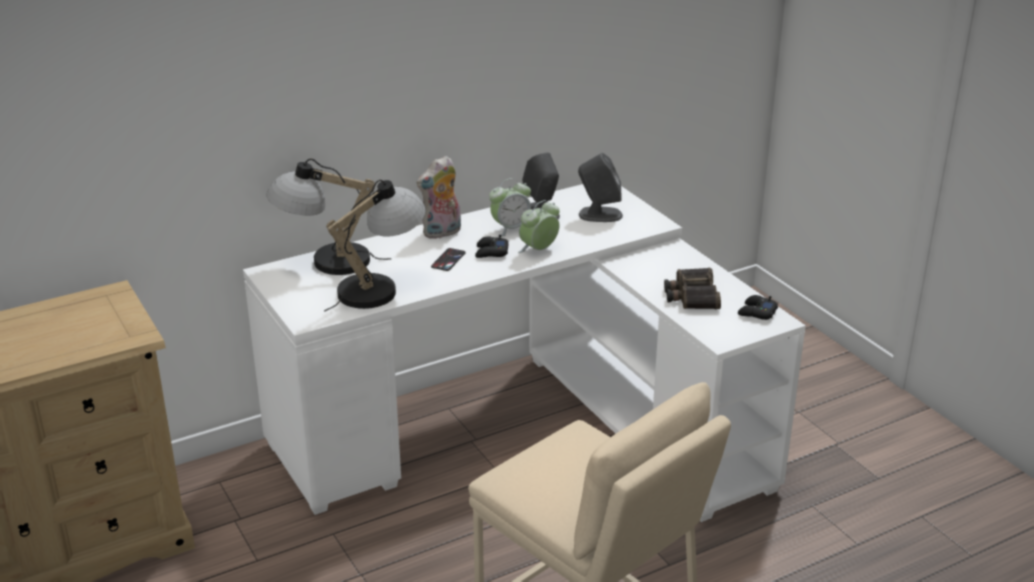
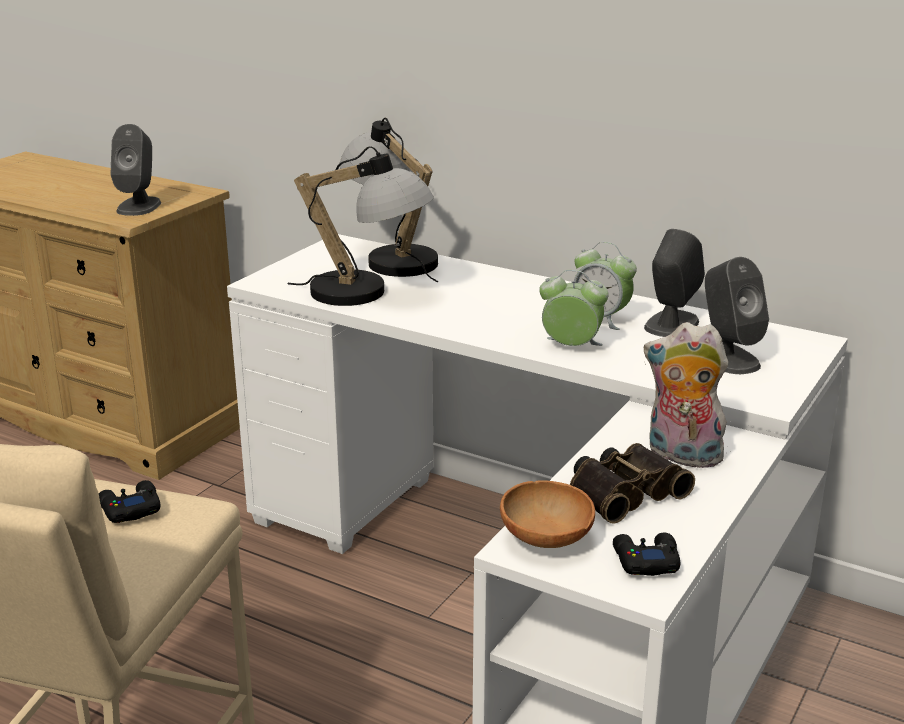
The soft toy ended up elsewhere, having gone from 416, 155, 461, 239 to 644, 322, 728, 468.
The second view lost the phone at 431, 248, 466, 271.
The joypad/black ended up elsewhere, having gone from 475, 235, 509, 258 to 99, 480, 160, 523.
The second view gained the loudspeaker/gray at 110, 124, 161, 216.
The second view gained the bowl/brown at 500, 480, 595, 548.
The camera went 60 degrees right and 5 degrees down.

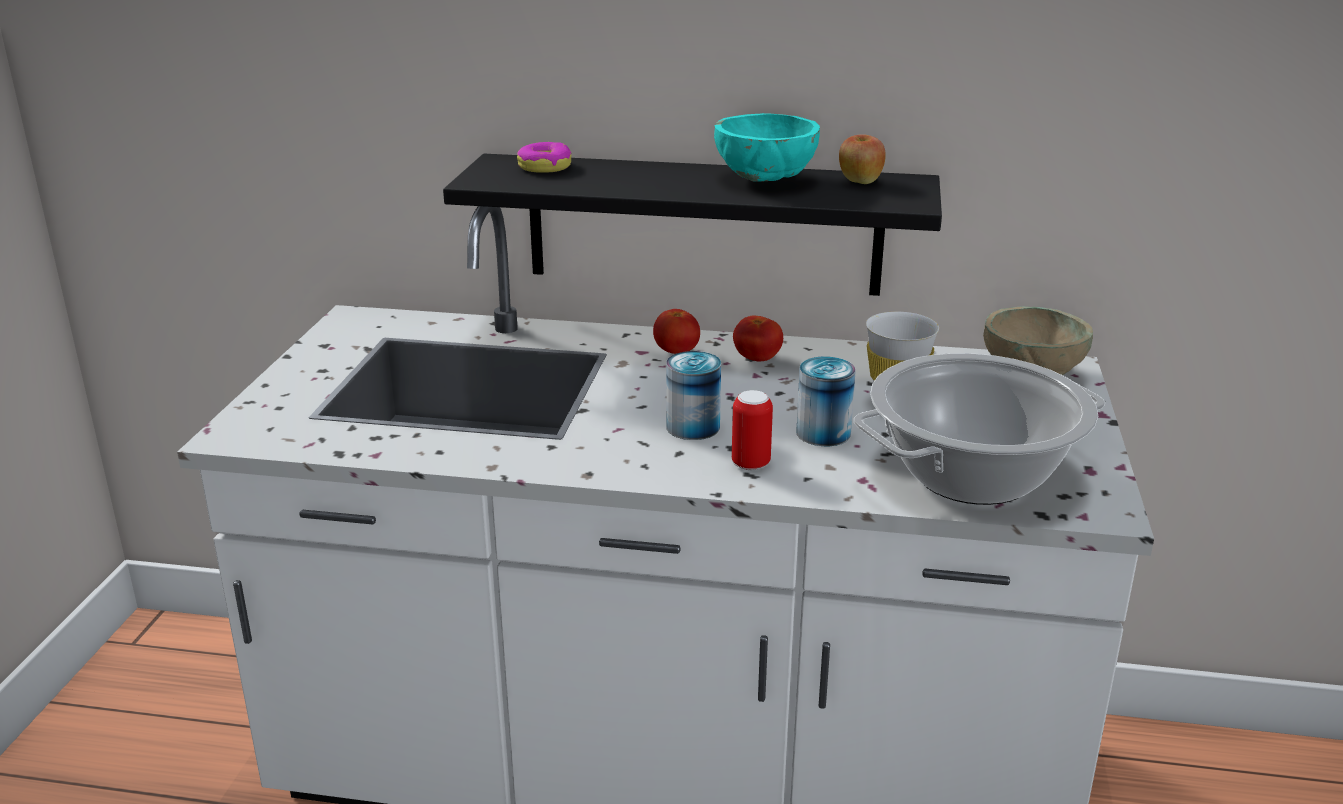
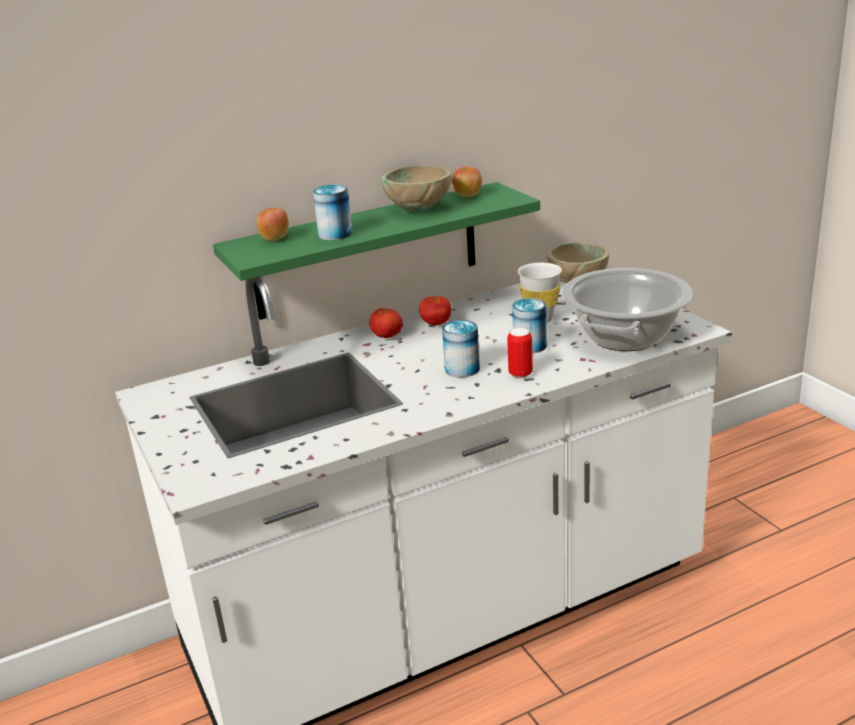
What was the bracket shelf/black at 443, 154, 942, 296 turned into the bracket shelf/green at 213, 182, 540, 320.
Where the donut stood at 517, 142, 572, 173, the apple came to stand at 257, 208, 289, 242.
What was the bowl/turquoise at 714, 113, 820, 182 turned into the bowl/beige-coloured at 381, 166, 452, 211.
The second view gained the can at 313, 185, 353, 240.
The camera went 35 degrees left and 0 degrees up.

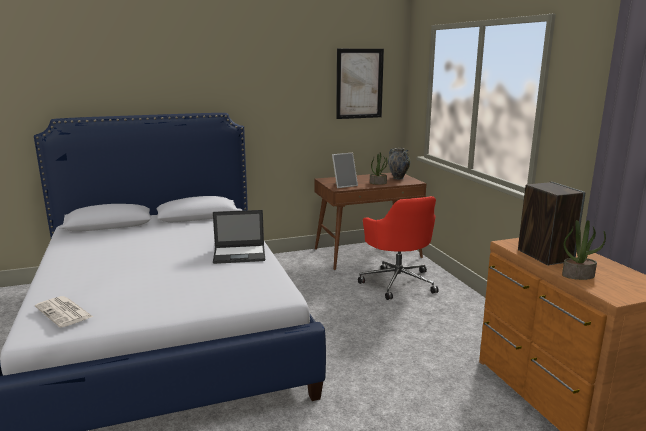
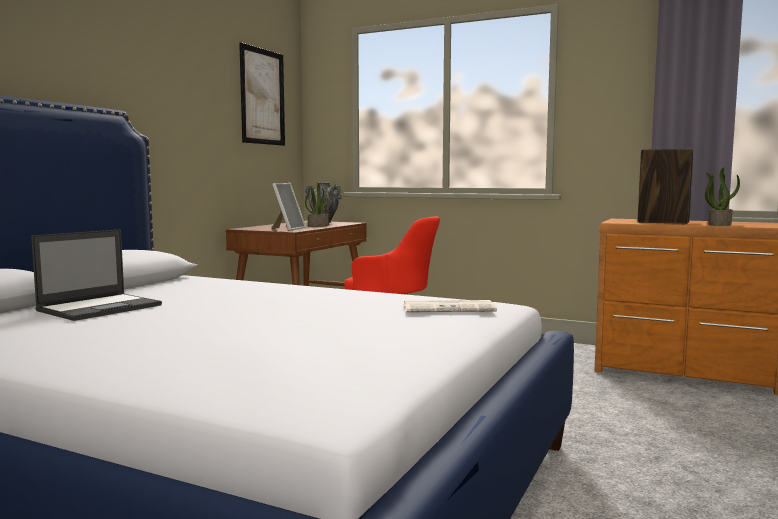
The printed paper ended up elsewhere, having gone from 35, 296, 93, 327 to 404, 300, 497, 312.
The portable computer ended up elsewhere, having gone from 213, 210, 265, 264 to 31, 229, 162, 321.
The camera went 45 degrees left and 10 degrees down.

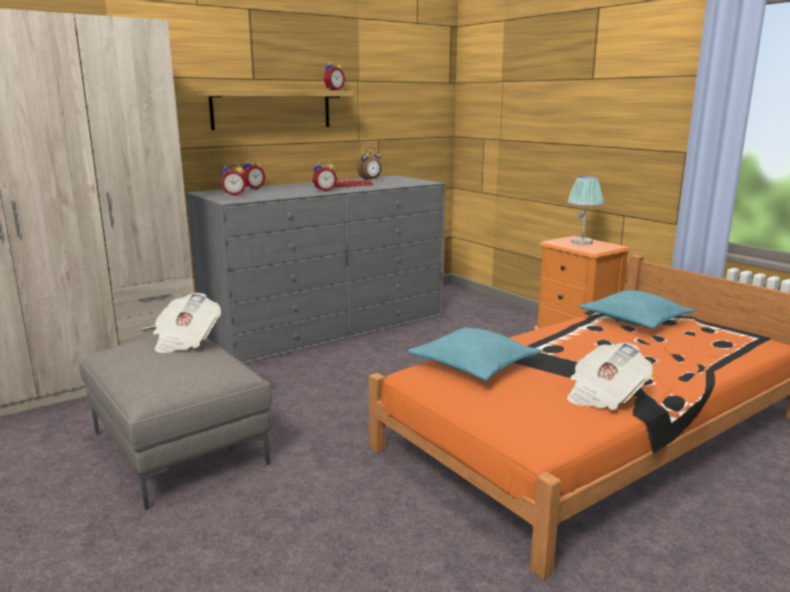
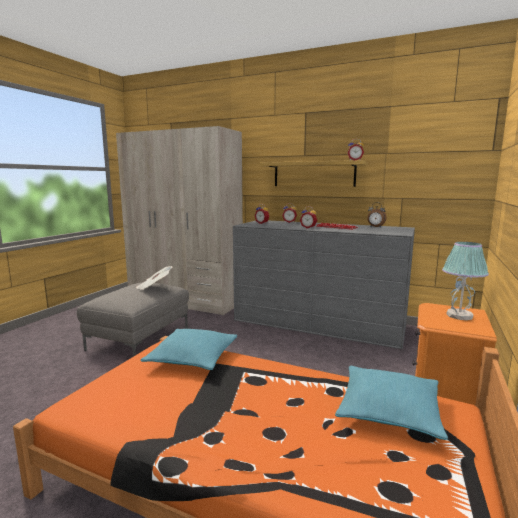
The second view lost the printed paper at 567, 343, 653, 410.
The camera went 60 degrees right and 5 degrees down.

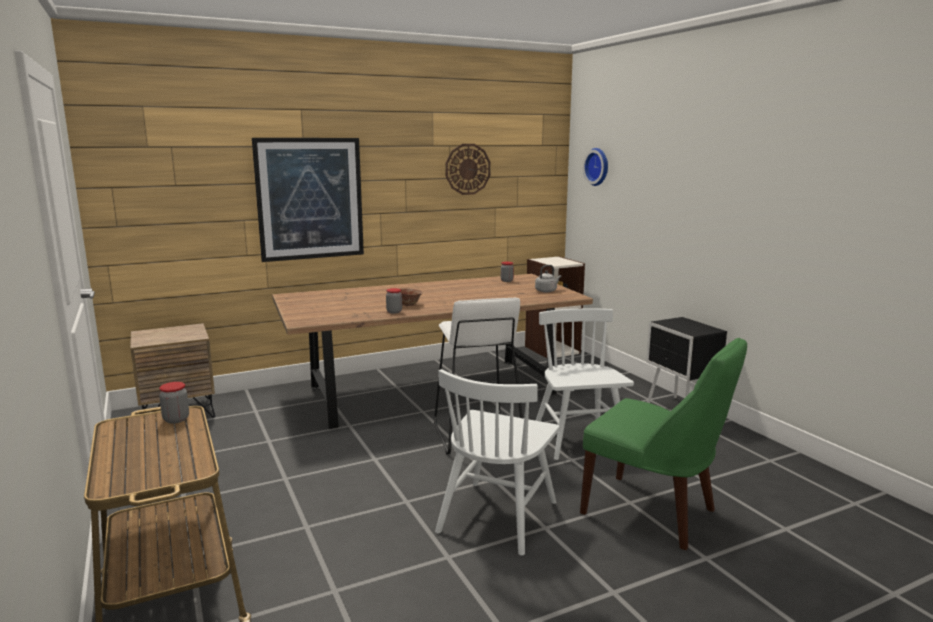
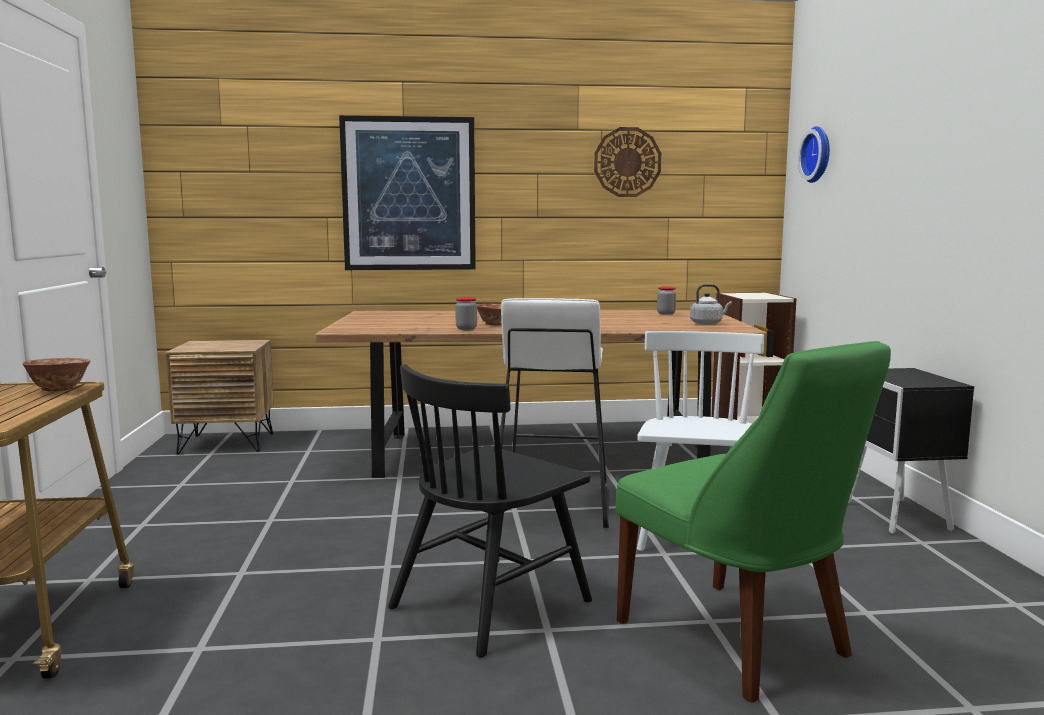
Where the storage jar stood at 159, 382, 189, 423, the bowl came to stand at 22, 358, 90, 391.
What was the plain chair/white at 435, 369, 560, 556 turned into the plain chair/black at 388, 364, 592, 657.
The camera went 20 degrees right and 5 degrees down.

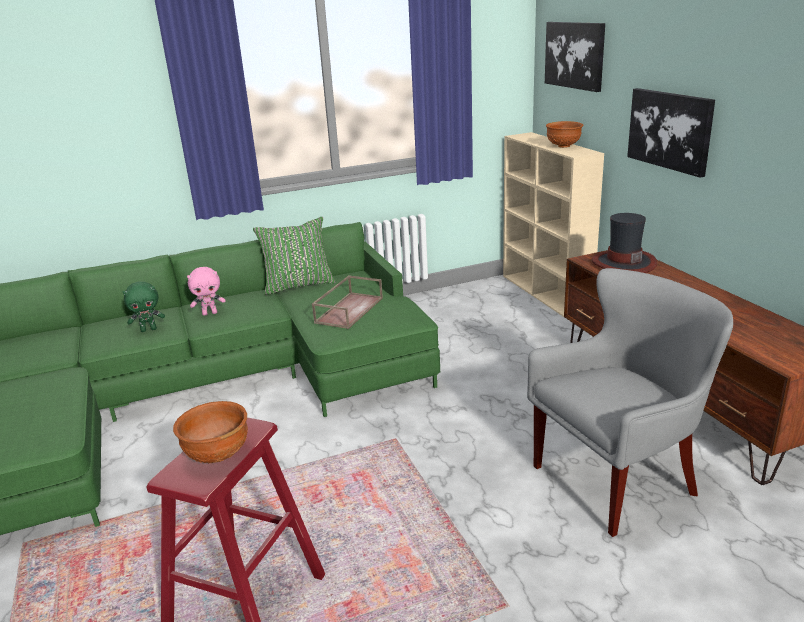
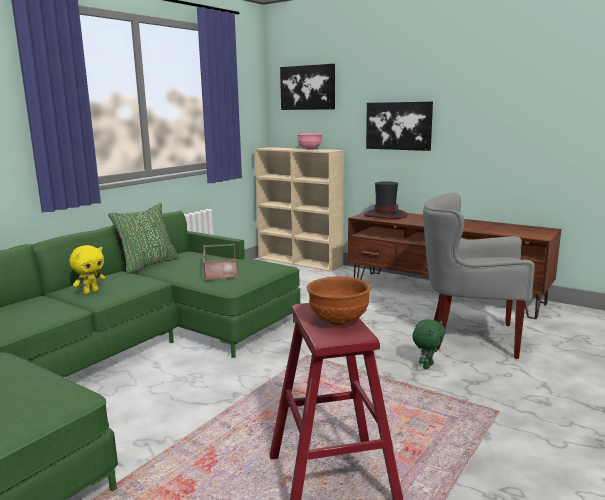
The soft toy/green ended up elsewhere, having gone from 123, 281, 165, 332 to 412, 319, 445, 369.
What was the soft toy/pinkish at 187, 267, 225, 316 turned into the soft toy/yellow at 69, 245, 106, 294.
The armchair/gray at 527, 268, 733, 537 ended up facing another way, 105 degrees counterclockwise from before.
What was the bowl/brown at 546, 121, 583, 148 turned into the bowl/pinkish at 297, 133, 323, 150.
The camera went 35 degrees left and 10 degrees down.

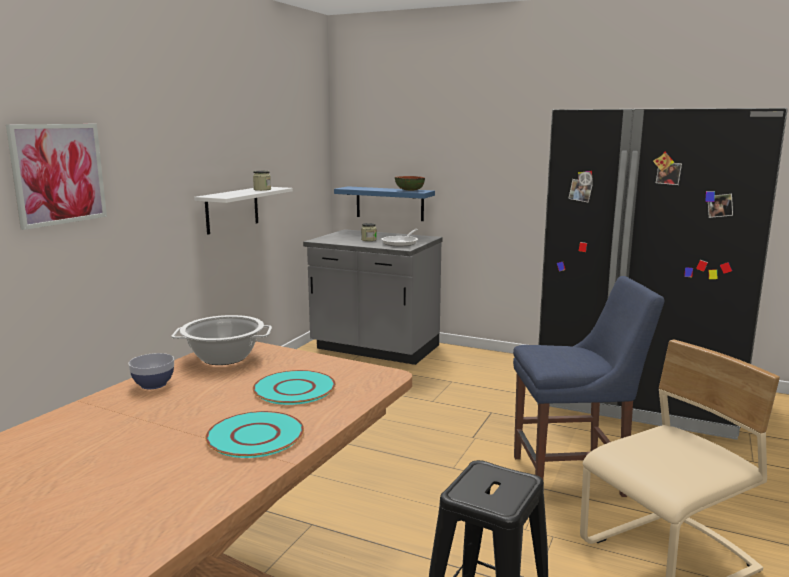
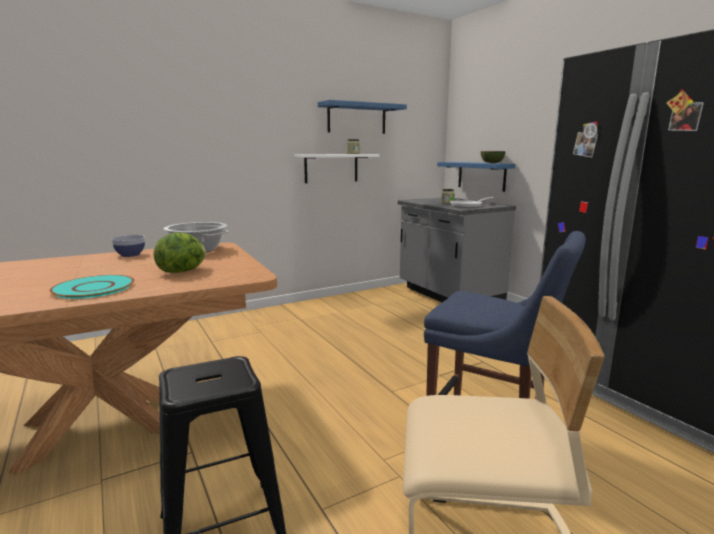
The second view lost the wall picture at 6, 124, 107, 230.
Where the flat dish/turquoise stood at 253, 370, 336, 405, the head of lettuce came to stand at 154, 232, 206, 273.
The second view gained the bracket shelf/blue at 318, 100, 407, 134.
The camera went 35 degrees right and 0 degrees up.

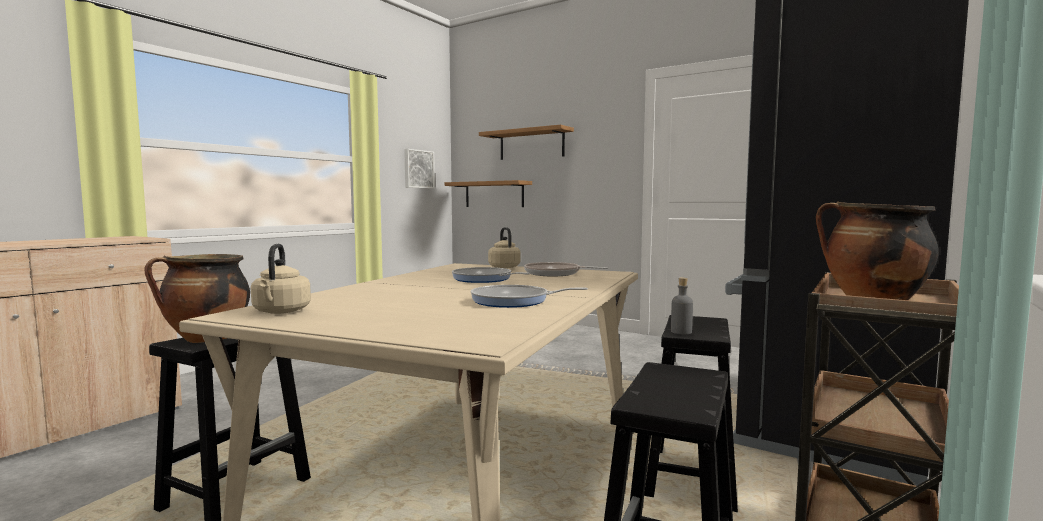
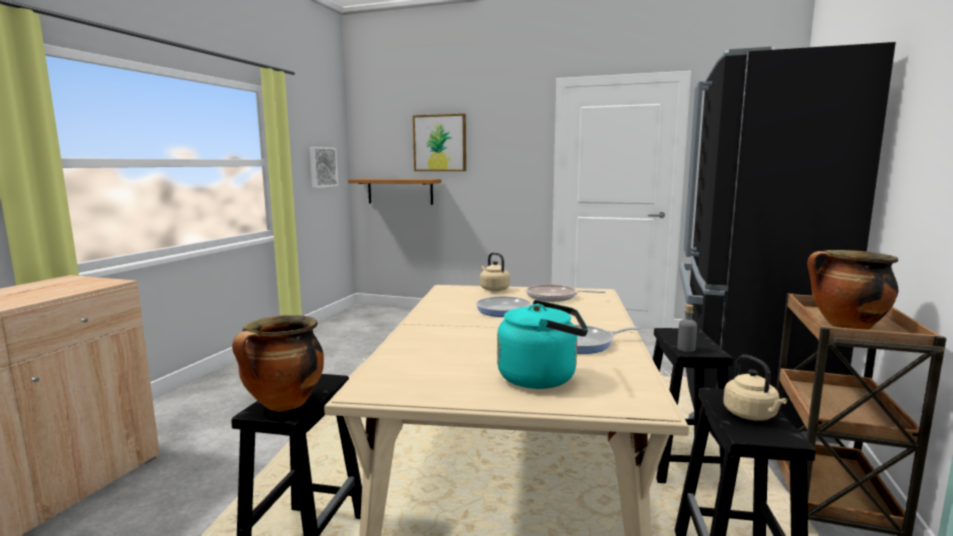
The tea kettle/beige-coloured ended up elsewhere, having gone from 251, 244, 311, 314 to 723, 355, 787, 421.
Where the bracket shelf hung at 479, 125, 574, 160, the wall picture came to hang at 413, 114, 466, 171.
The second view gained the tea kettle/turquoise at 497, 300, 588, 389.
The camera went 15 degrees left and 5 degrees up.

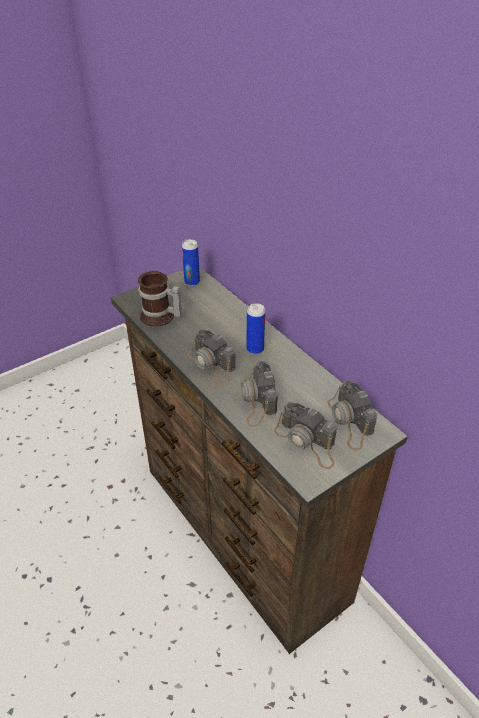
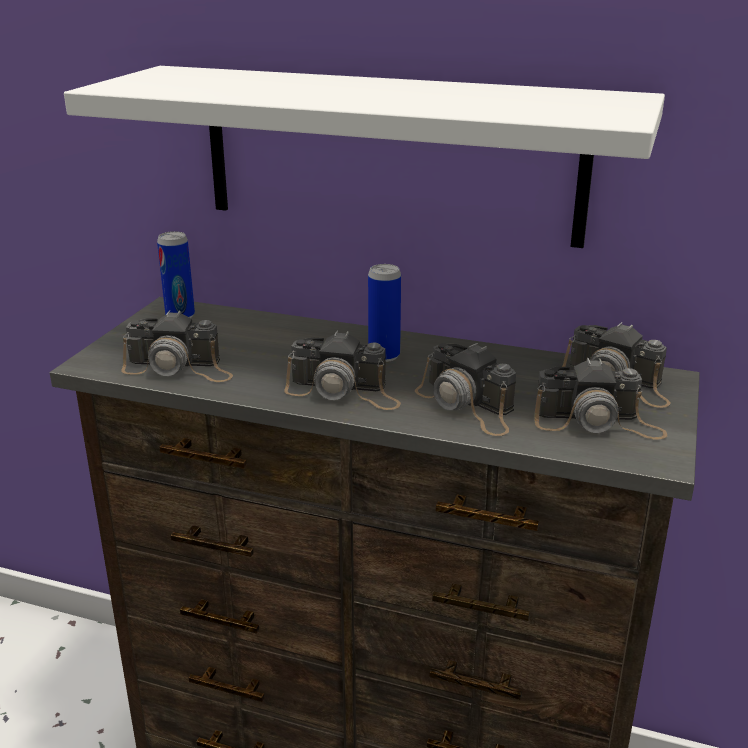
Where the mug stood at 138, 271, 182, 327, the still camera came to stand at 121, 310, 233, 382.
The second view gained the bracket shelf/white at 64, 66, 665, 248.
The camera went 35 degrees left and 15 degrees down.

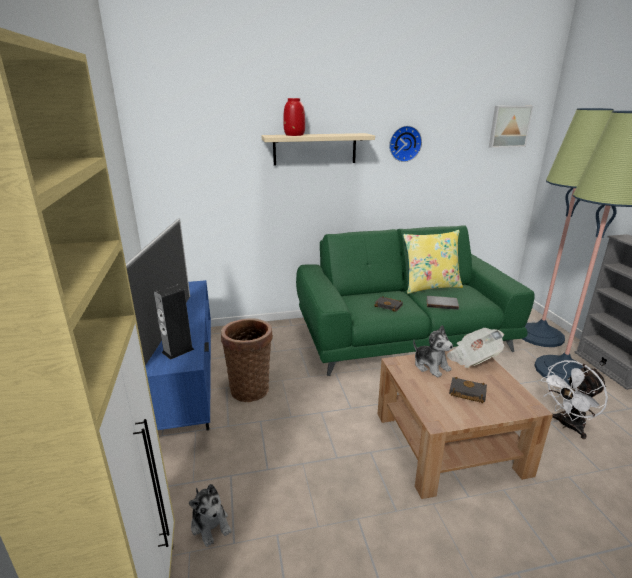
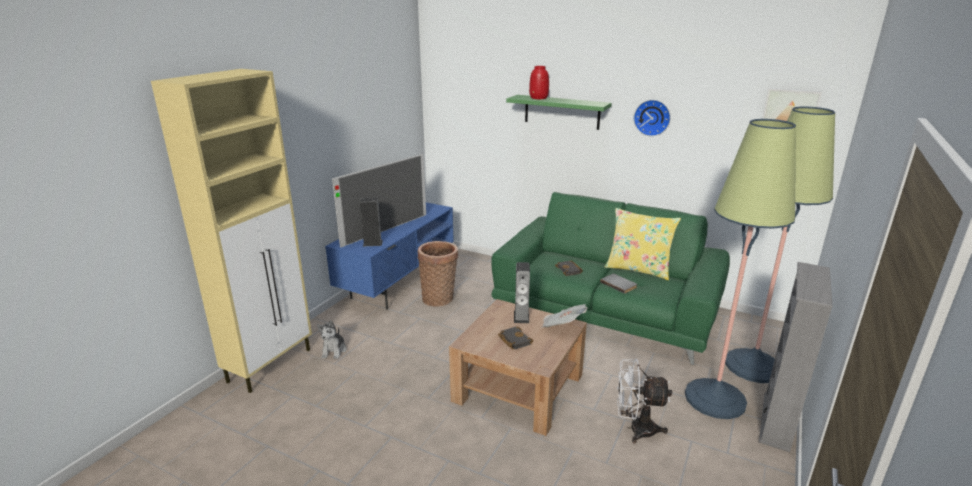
What was the bracket shelf/beige-coloured at 261, 133, 375, 166 turned into the bracket shelf/green at 506, 95, 612, 130.
Where the soft toy stood at 413, 325, 453, 378, the loudspeaker came to stand at 514, 262, 530, 323.
The camera went 40 degrees right and 0 degrees up.

